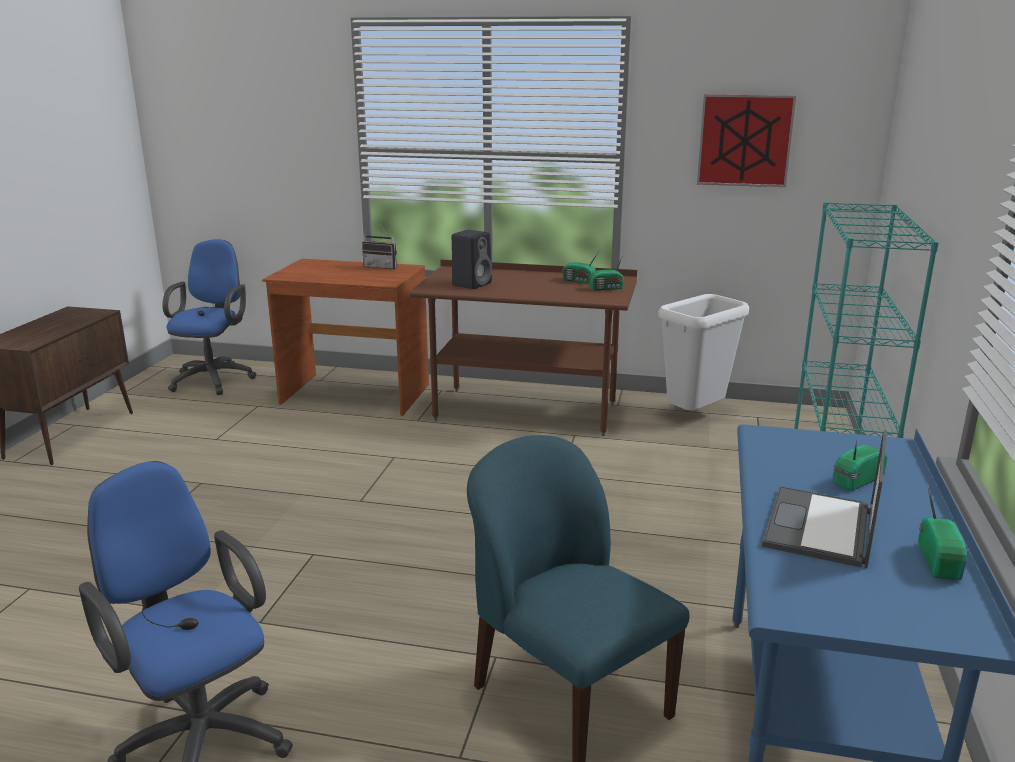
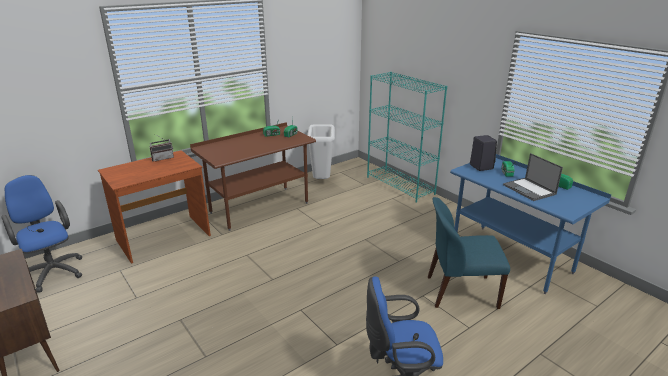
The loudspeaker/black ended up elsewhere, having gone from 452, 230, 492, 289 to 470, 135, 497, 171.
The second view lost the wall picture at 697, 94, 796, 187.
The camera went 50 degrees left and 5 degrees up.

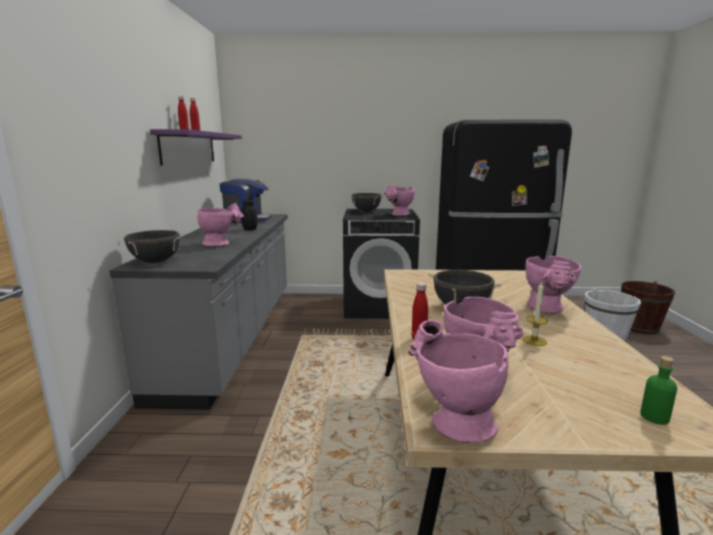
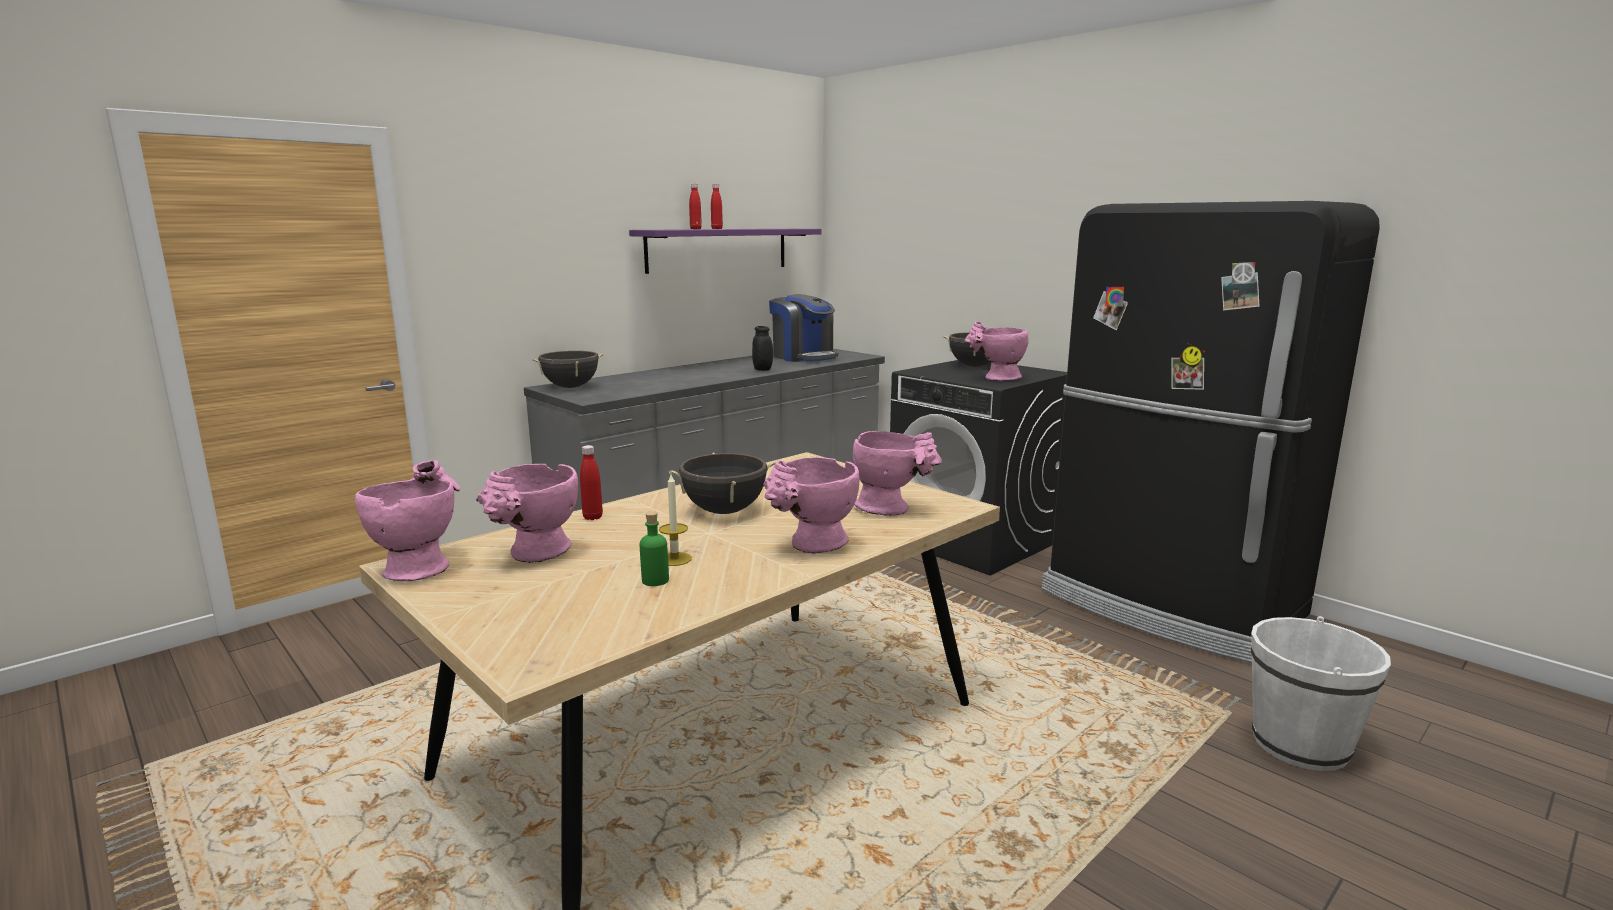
The flower vase/pinkish ended up elsewhere, having gone from 197, 203, 244, 246 to 853, 431, 942, 516.
The second view lost the bucket/brown at 621, 281, 675, 334.
The beverage bottle/green ended up elsewhere, having gone from 640, 356, 677, 425 to 640, 511, 669, 586.
The camera went 45 degrees right and 0 degrees up.

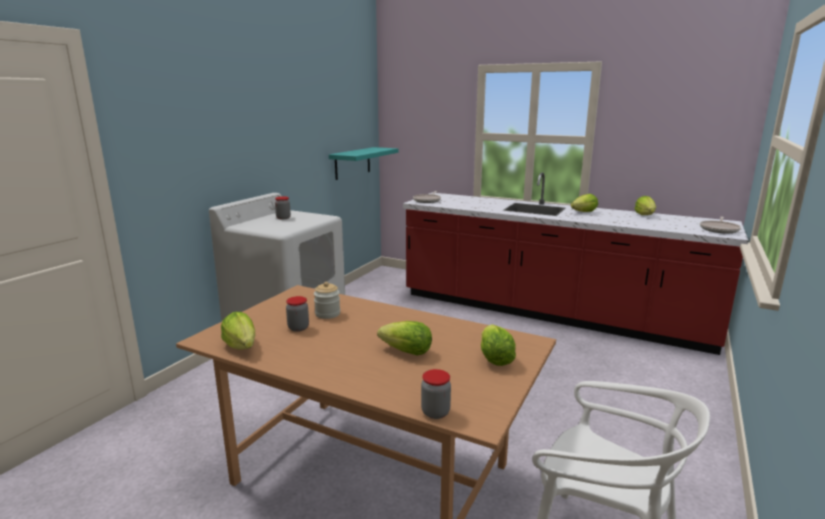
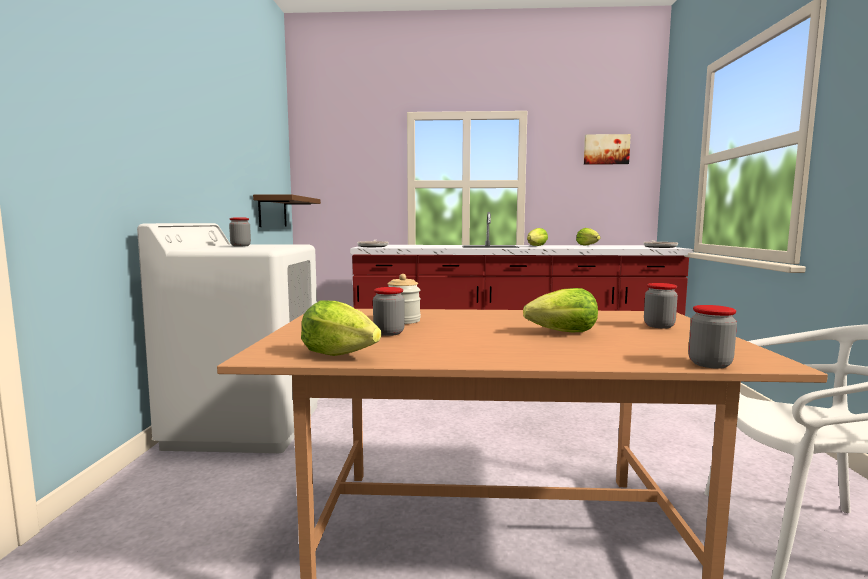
What was the bracket shelf/turquoise at 329, 147, 398, 180 turned into the bracket shelf/brown at 253, 194, 321, 227.
Where the head of lettuce stood at 481, 324, 516, 366, the storage jar came to stand at 644, 283, 678, 329.
The second view gained the wall picture at 584, 134, 631, 165.
The camera went 25 degrees left and 10 degrees down.

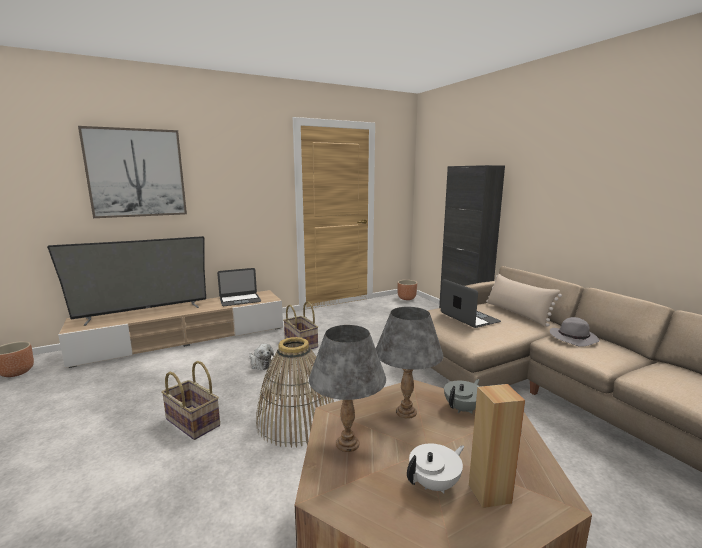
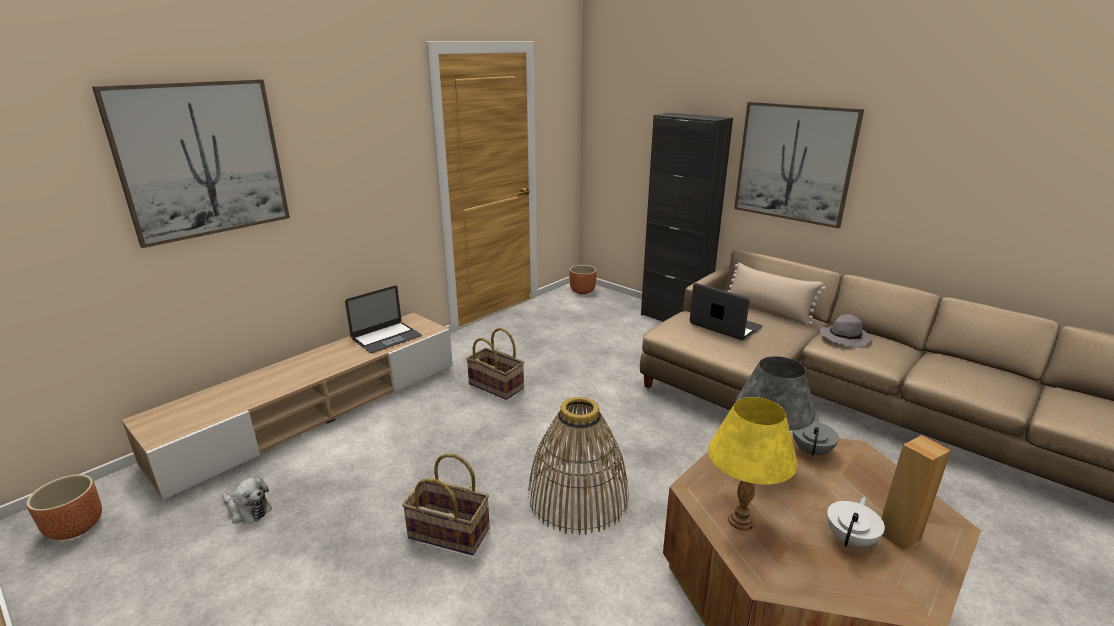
The second view lost the TV at 47, 236, 206, 326.
The soft toy ended up elsewhere, having gone from 249, 344, 274, 370 to 222, 477, 272, 524.
What was the lamp for a table/gray at 309, 325, 386, 452 turned into the lamp for a table/yellow at 708, 397, 798, 530.
The second view gained the wall picture at 734, 102, 864, 228.
The camera went 20 degrees left and 10 degrees up.

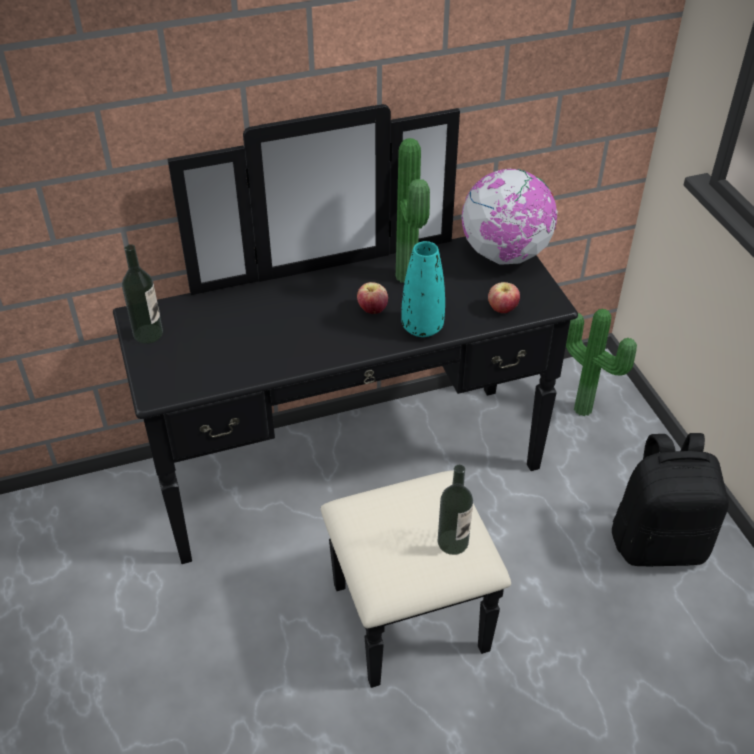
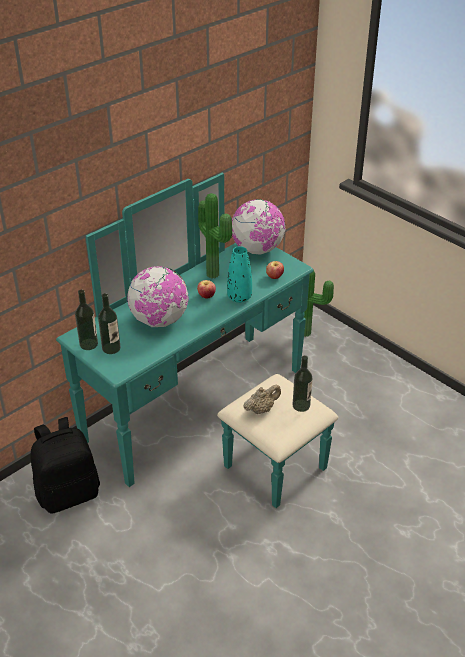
What was the drawer chest/black at 113, 104, 578, 688 turned into the drawer chest/turquoise at 56, 173, 338, 508.
The backpack/black ended up elsewhere, having gone from 612, 433, 729, 567 to 31, 417, 100, 514.
The second view gained the beverage bottle at 98, 293, 121, 354.
The second view gained the world globe at 127, 266, 189, 327.
The second view gained the pot for tea/beige-coloured at 243, 384, 281, 414.
The camera went 25 degrees left and 5 degrees down.

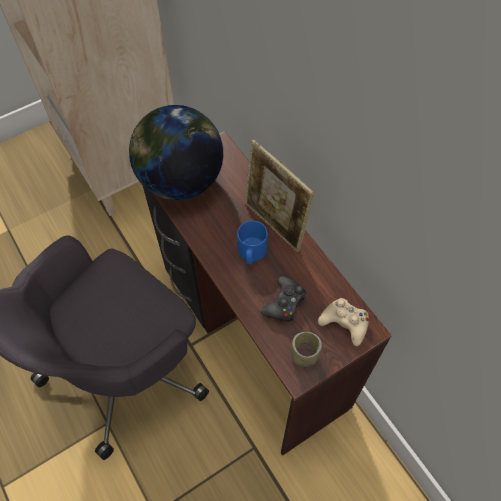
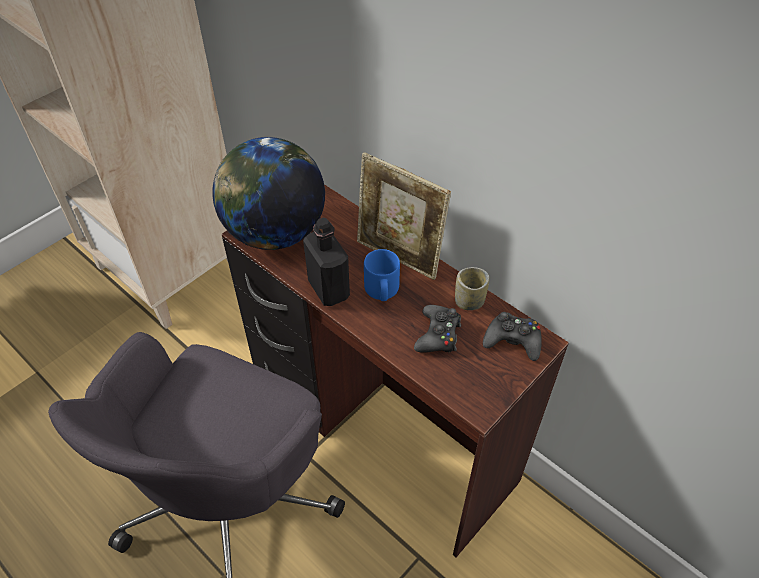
The small cup ended up elsewhere, having gone from 291, 332, 322, 367 to 455, 267, 489, 310.
What was the joypad/beige-coloured at 318, 298, 369, 346 turned into the joypad/black at 483, 312, 542, 361.
The second view gained the beverage bottle/black at 303, 217, 350, 306.
The camera went 15 degrees left and 10 degrees down.

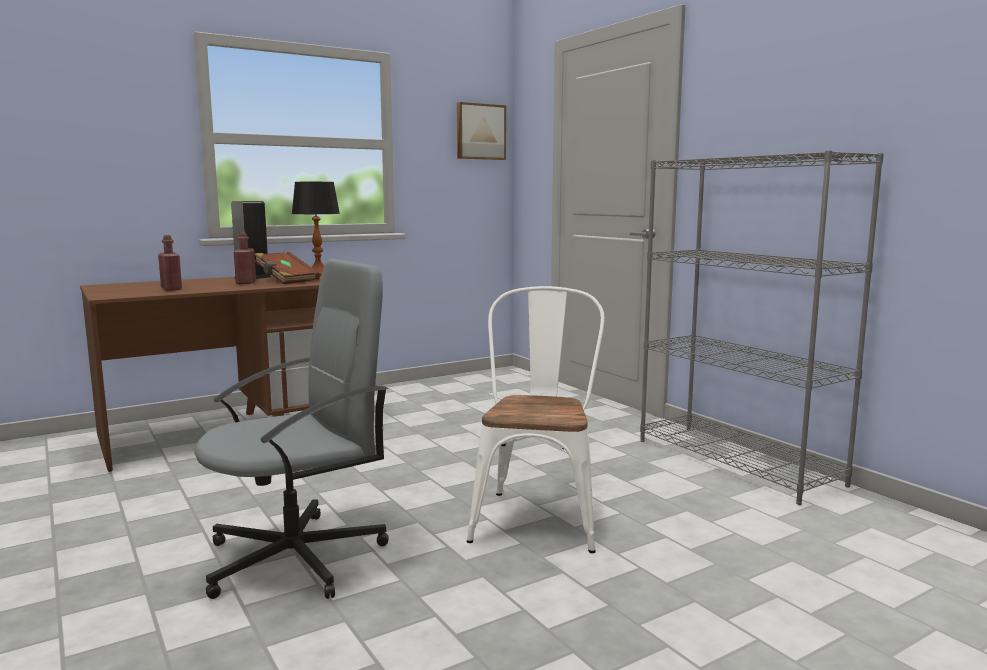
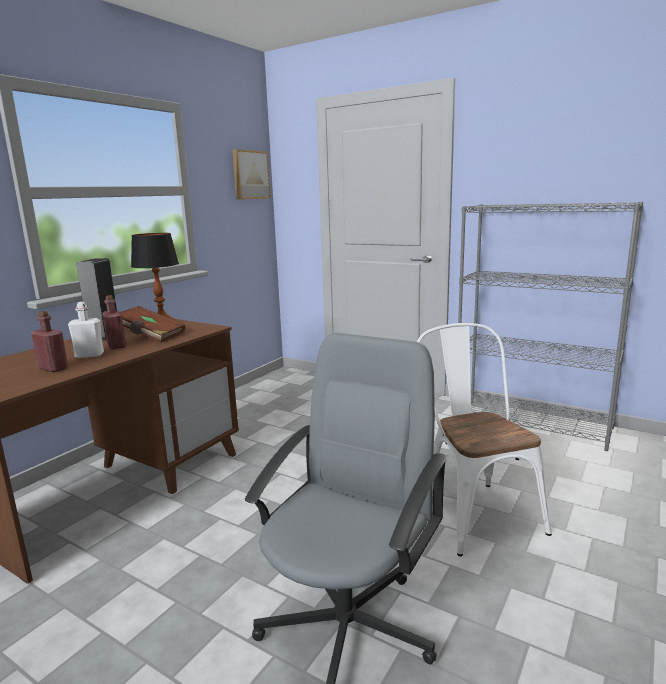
The second view gained the beverage bottle/white at 68, 302, 104, 358.
The camera went 25 degrees left and 5 degrees up.

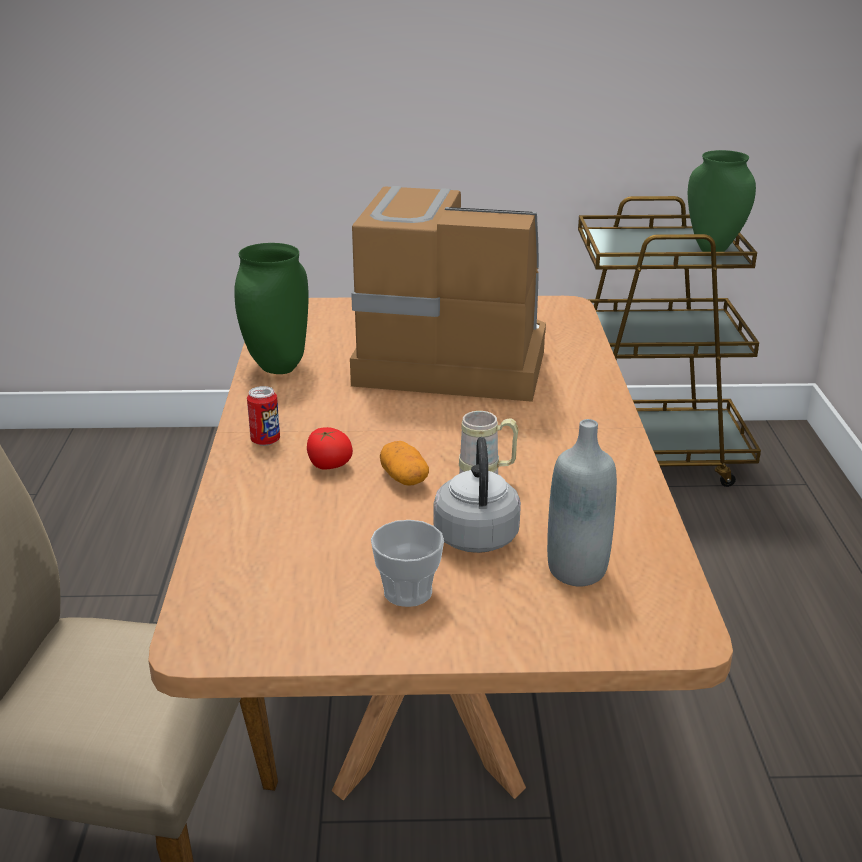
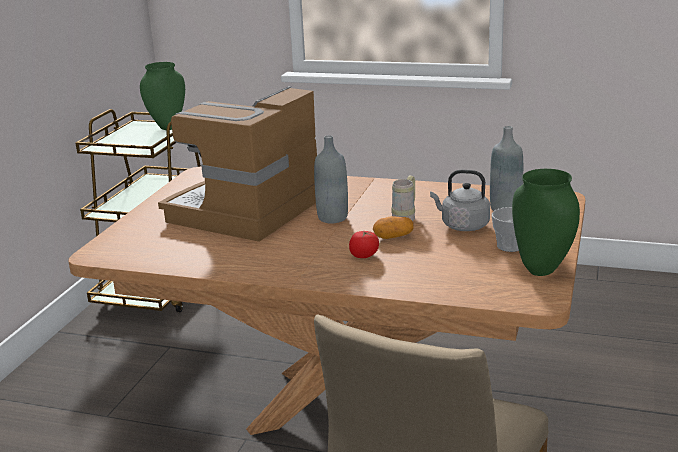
The flower vase/green ended up elsewhere, having gone from 234, 243, 309, 374 to 512, 169, 580, 276.
The second view lost the can at 247, 386, 280, 446.
The second view gained the beverage bottle/gray at 314, 135, 348, 224.
The camera went 70 degrees left and 5 degrees down.

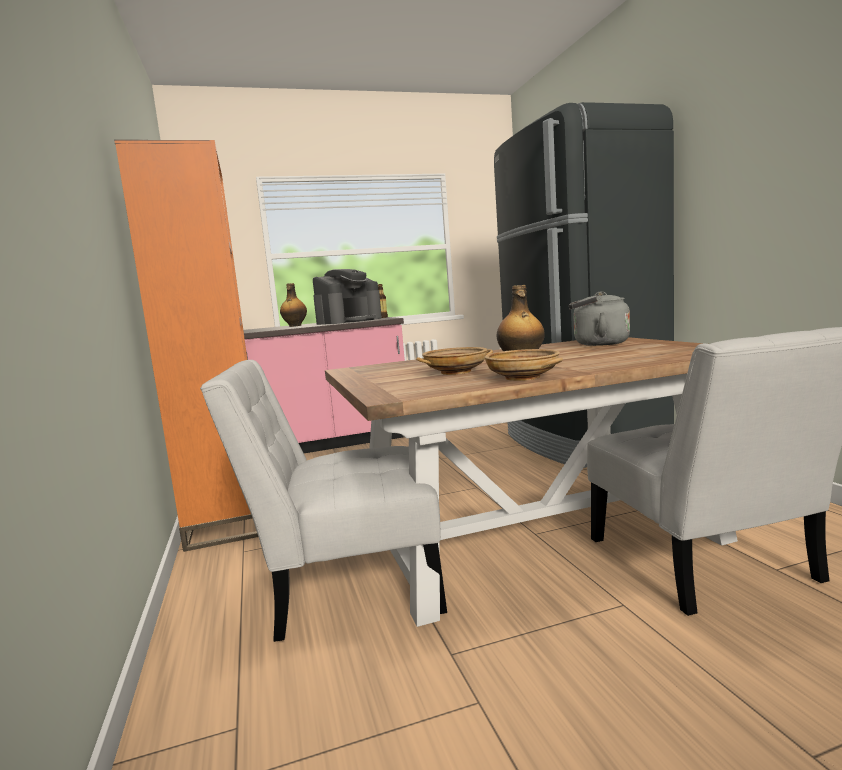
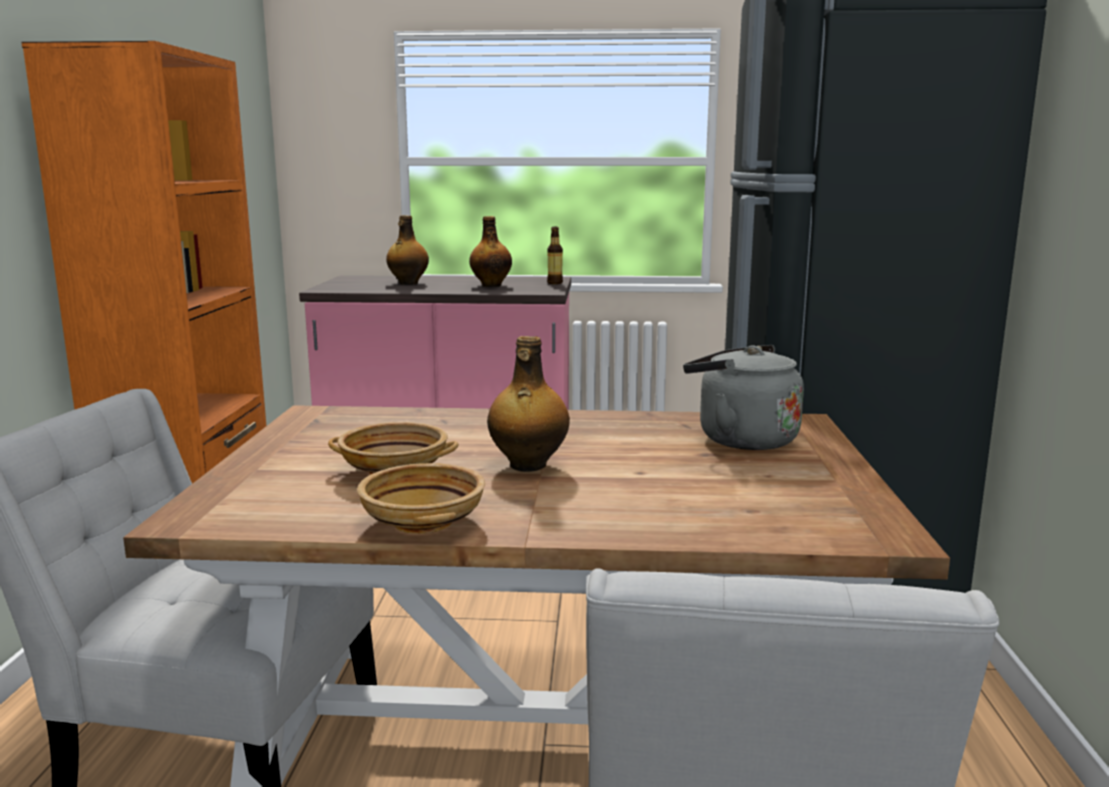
Where the coffee machine stood at 313, 269, 382, 325, the beverage bottle came to stand at 469, 216, 512, 287.
The camera went 20 degrees right and 5 degrees up.

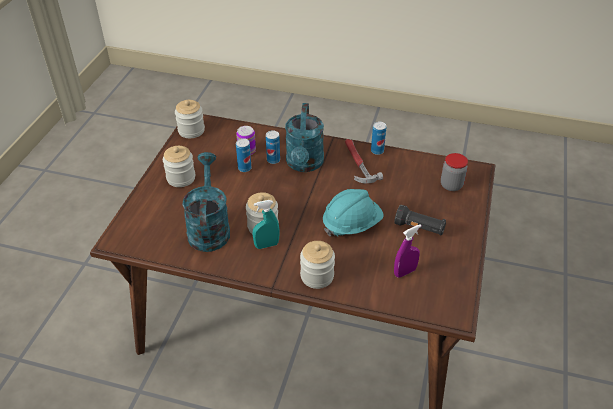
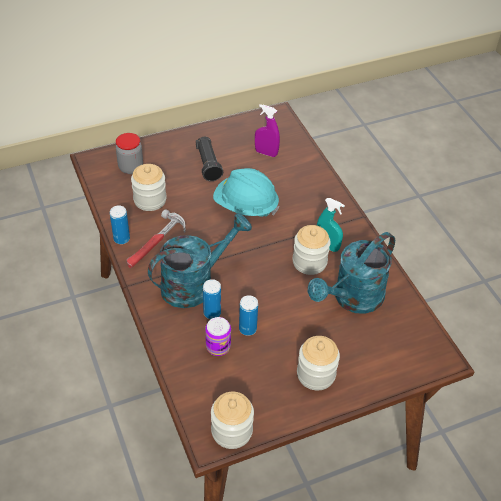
The storage jar ended up elsewhere, having gone from 300, 241, 335, 289 to 131, 164, 167, 211.
The camera went 130 degrees left and 5 degrees up.

